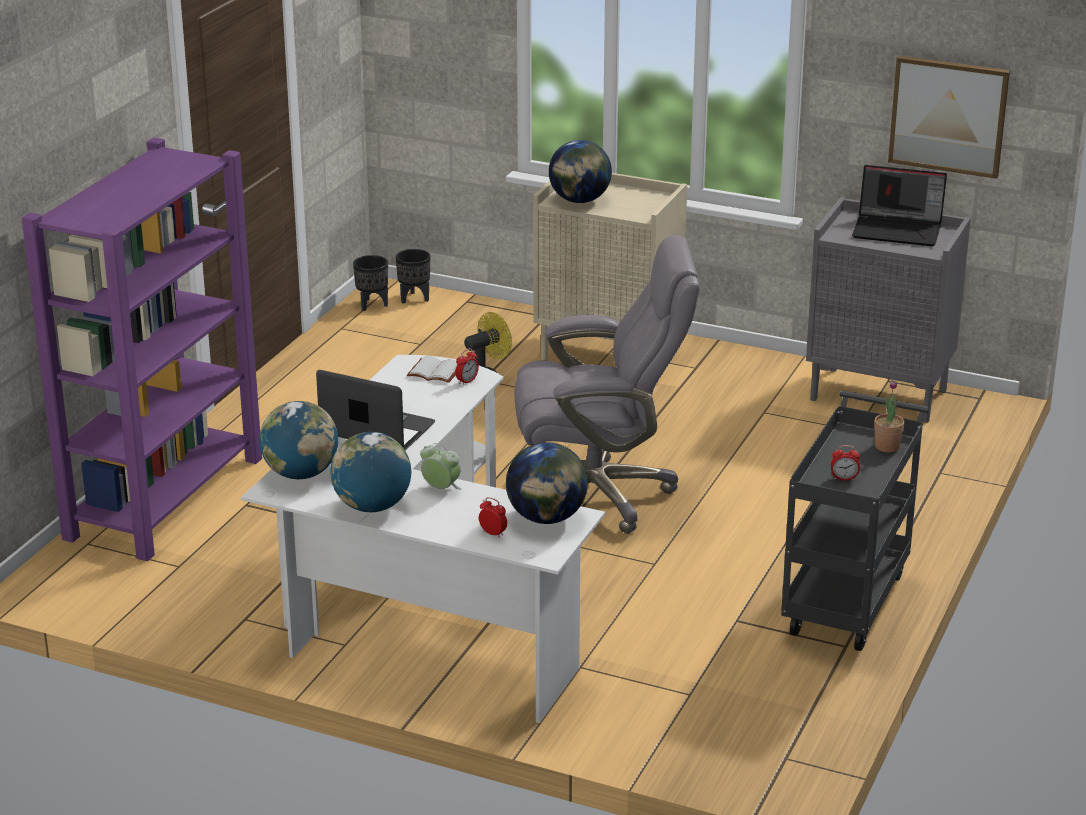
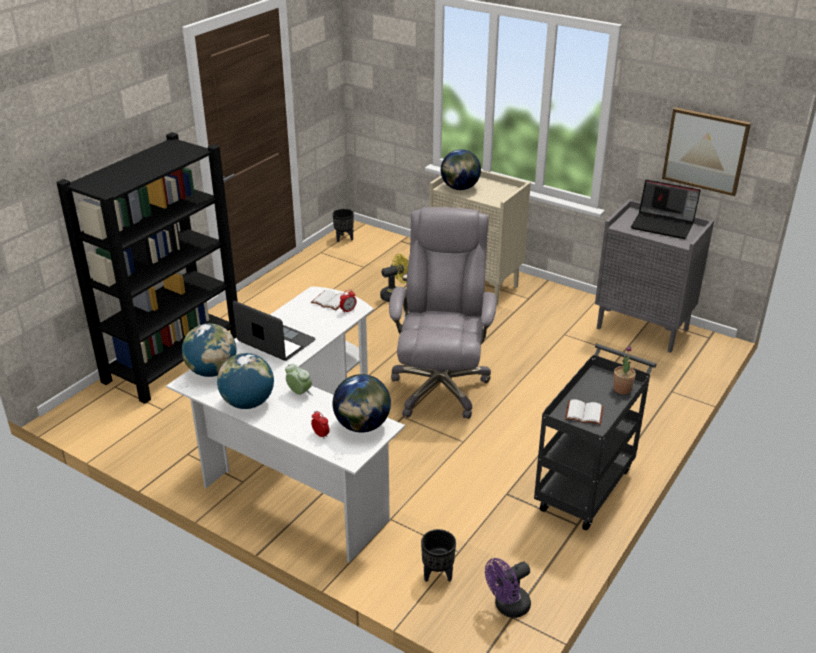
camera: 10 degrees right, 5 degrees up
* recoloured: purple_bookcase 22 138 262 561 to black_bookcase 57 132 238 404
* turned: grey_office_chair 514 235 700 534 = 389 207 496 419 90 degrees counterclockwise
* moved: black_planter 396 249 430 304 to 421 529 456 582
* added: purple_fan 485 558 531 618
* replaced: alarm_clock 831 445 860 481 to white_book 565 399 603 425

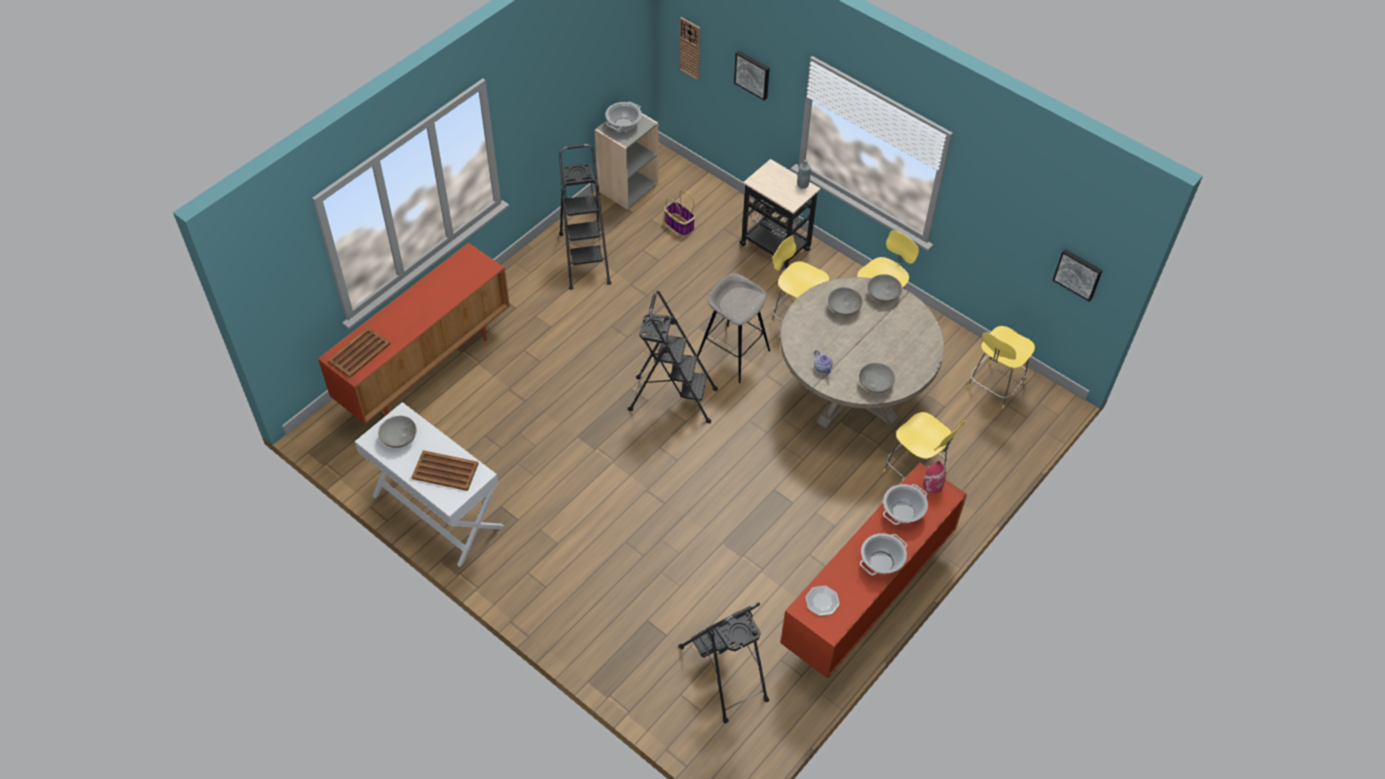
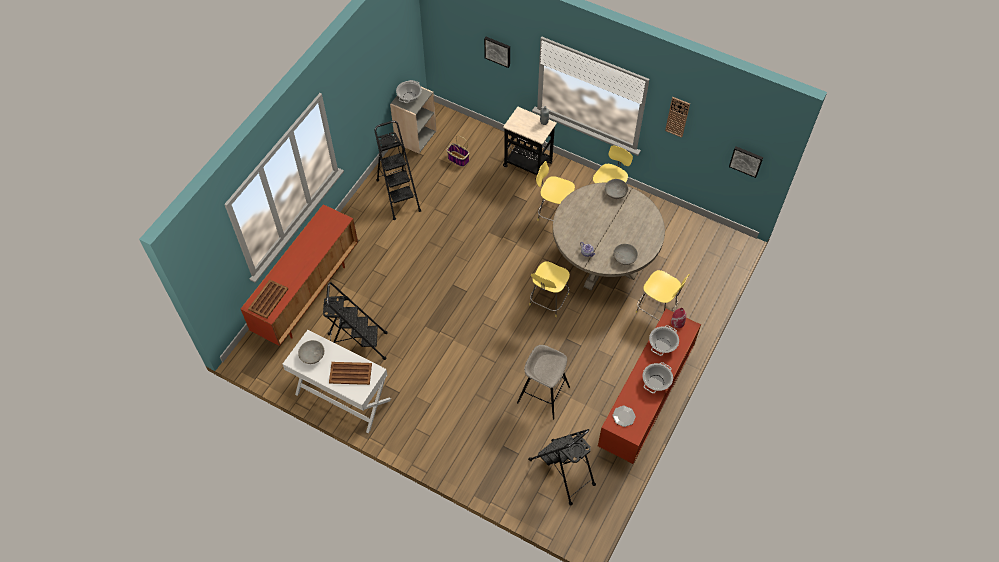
camera: 10 degrees left, 5 degrees up
* moved: step_ladder 628 291 718 424 to 323 282 388 360
* moved: grey_stool 697 273 770 383 to 517 345 570 420
* moved: yellow_stool 967 326 1035 409 to 529 262 570 317
* moved: wall_clock 679 17 700 80 to 665 97 690 138
* removed: grey_bowl 828 287 863 316

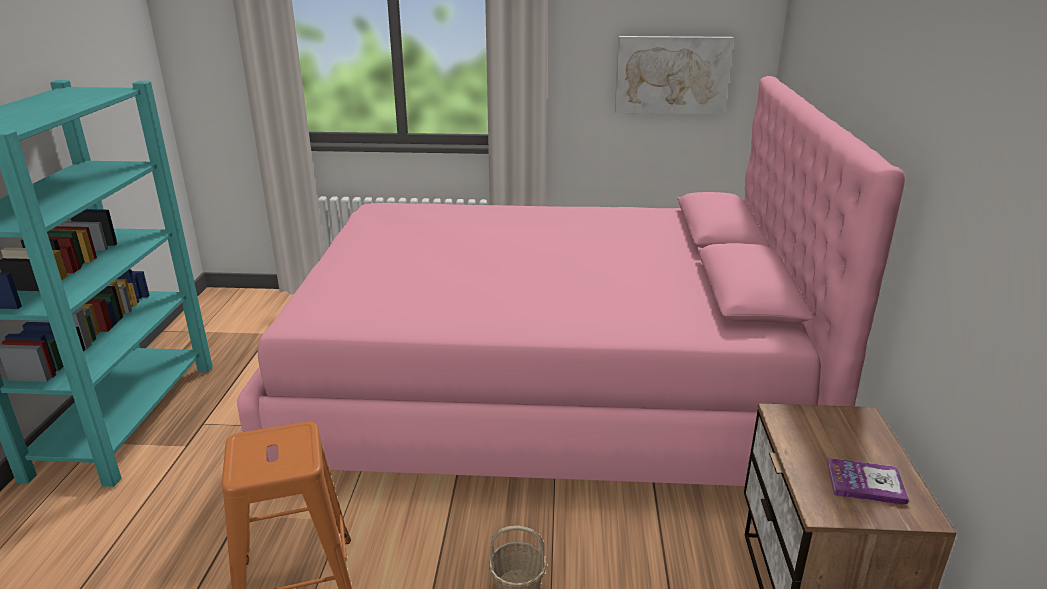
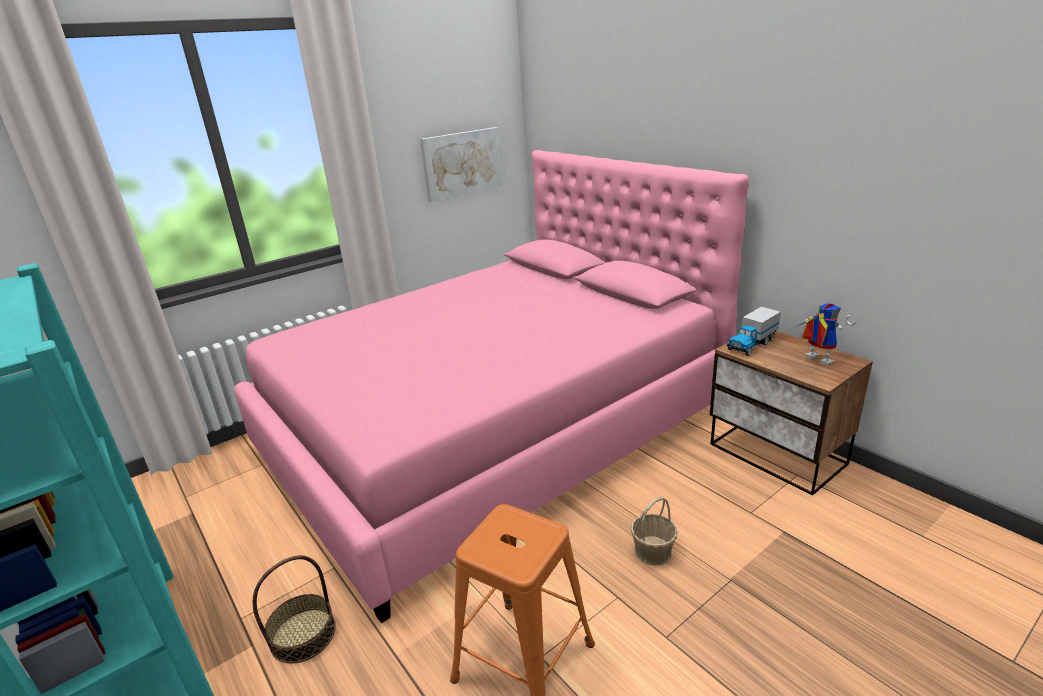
camera: 40 degrees left, 0 degrees up
* added: basket 253 555 336 664
* added: toy_truck 727 307 781 356
* replaced: book 827 458 909 505 to toy_robot 795 303 856 365

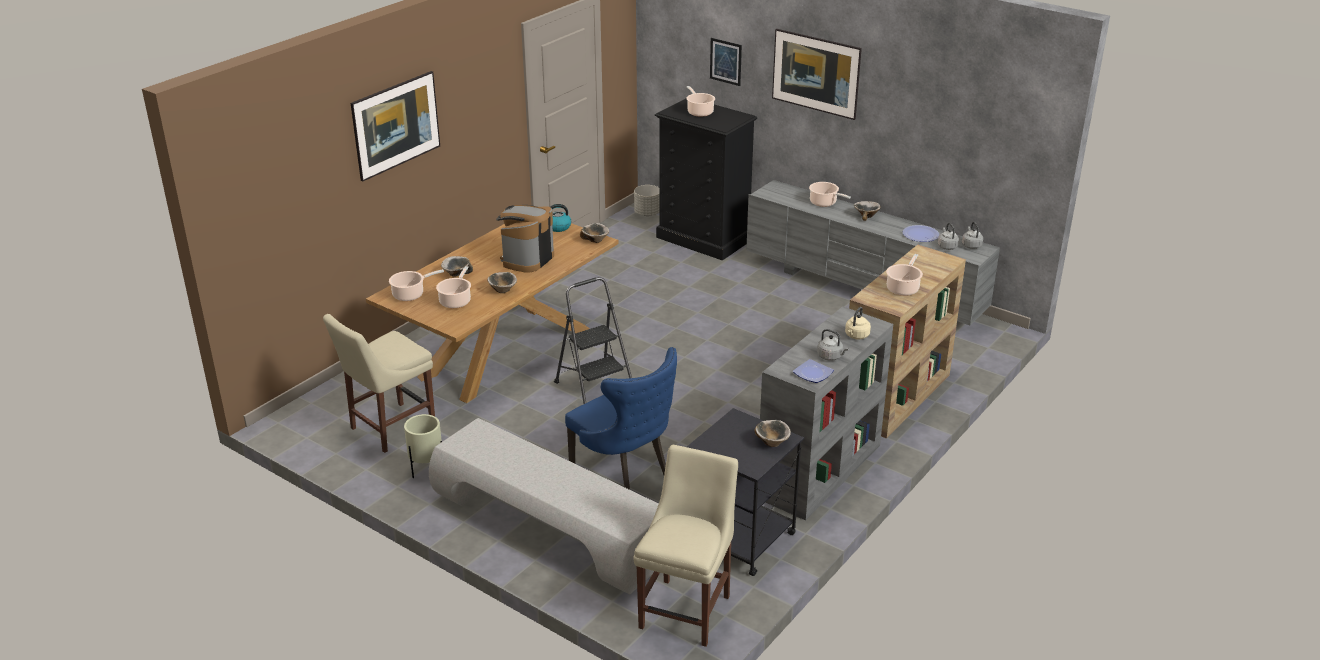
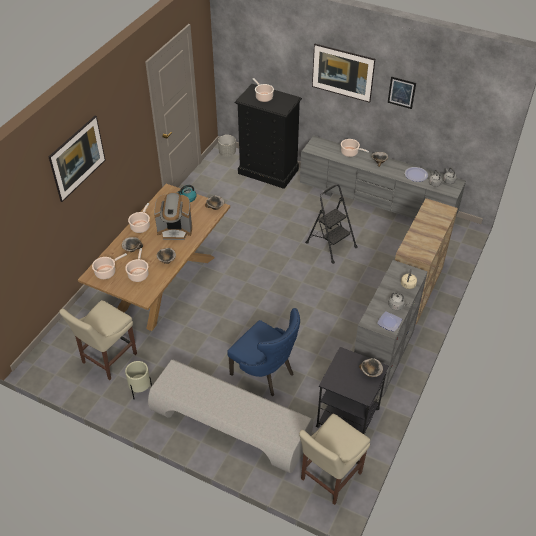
camera: 10 degrees left, 15 degrees up
* moved: cooking_pot 886 254 923 296 to 128 203 150 233
* turned: coffee_machine 496 205 554 272 = 154 192 192 240 105 degrees counterclockwise
* turned: beige_chair 633 445 738 647 = 299 414 370 505 150 degrees counterclockwise
* moved: black_step_ladder 554 277 632 404 to 305 184 358 264
* moved: picture 710 38 742 86 to 388 77 416 109

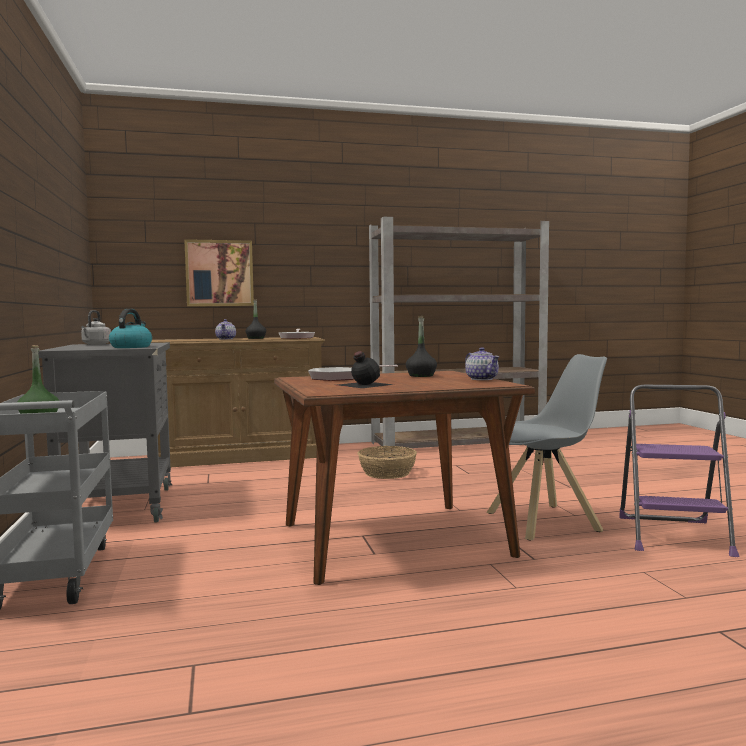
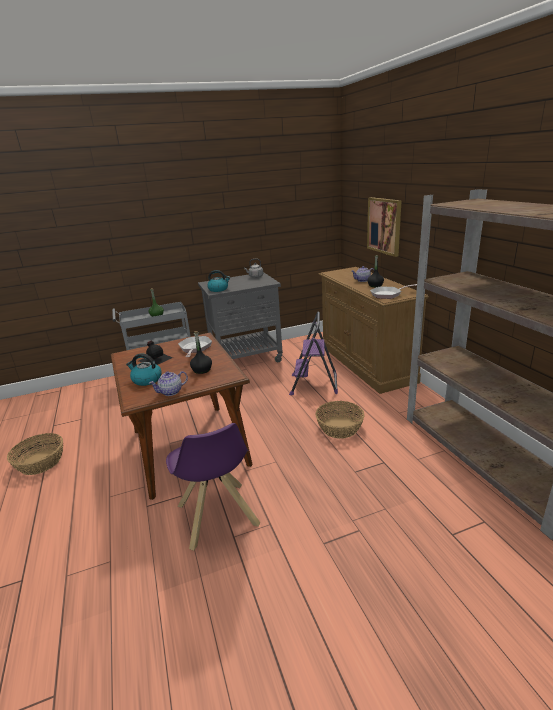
camera: 85 degrees right, 20 degrees up
* added: basket 7 433 63 475
* added: kettle 126 354 162 386
* recoloured: grey_chair 487 354 607 541 to purple_chair 166 423 260 551
* moved: purple_step_ladder 619 385 740 557 to 289 312 338 395

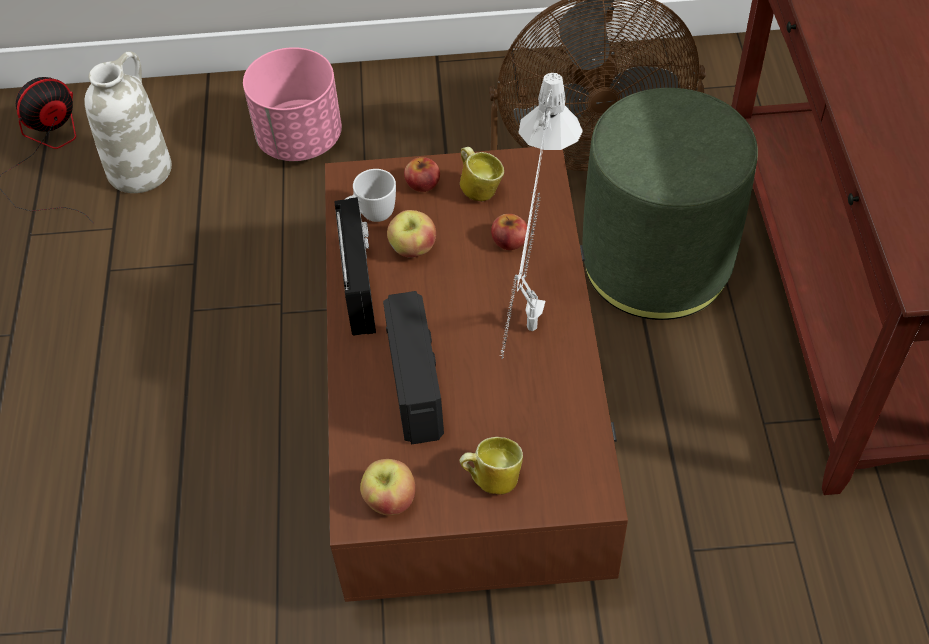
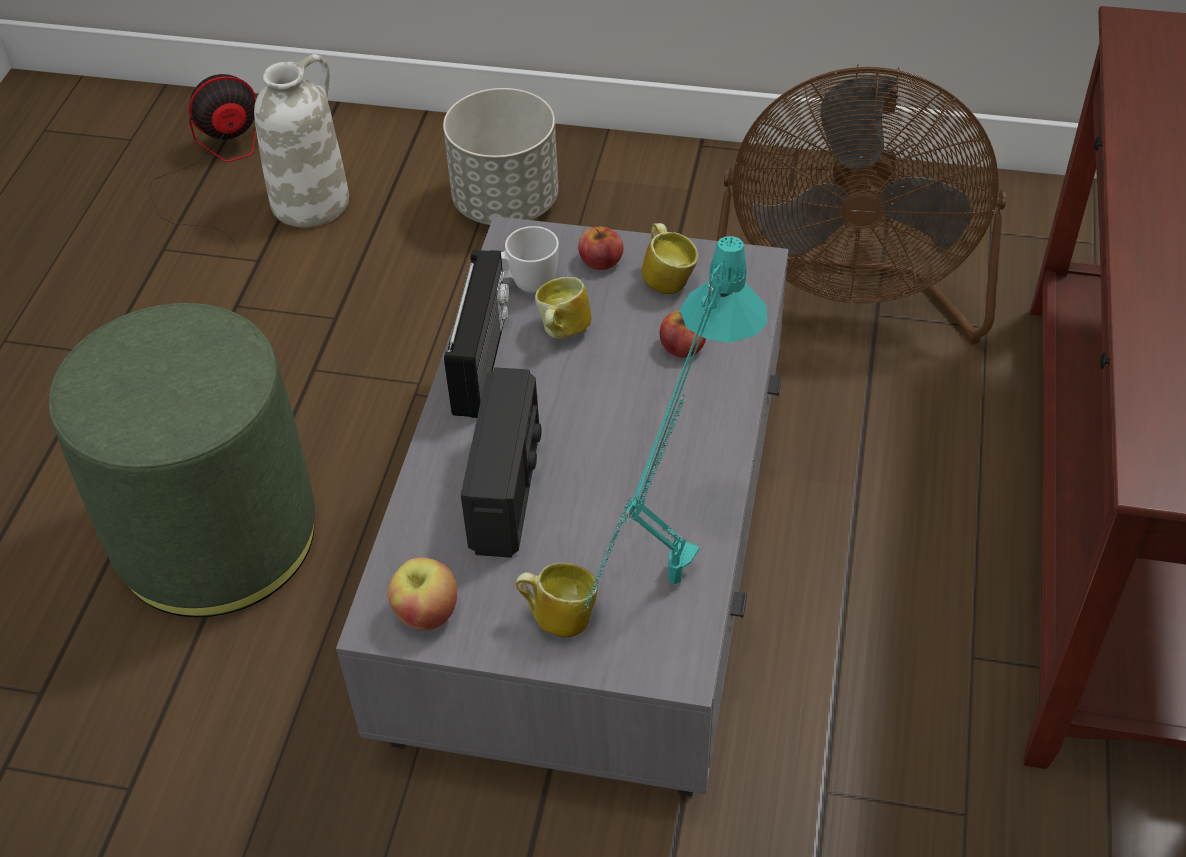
camera: 15 degrees right, 5 degrees down
* moved: green_ottoman 582 88 758 320 to 49 303 315 617
* recoloured: brown_coffee_table 325 147 628 602 to grey_coffee_table 336 216 789 796
* recoloured: pink_planter 243 47 342 161 to grey_planter 443 88 559 225
* replaced: apple 387 210 436 258 to mug 535 277 591 339
* added: turquoise_table_lamp 584 236 767 610
* removed: grey_table_lamp 500 73 583 358

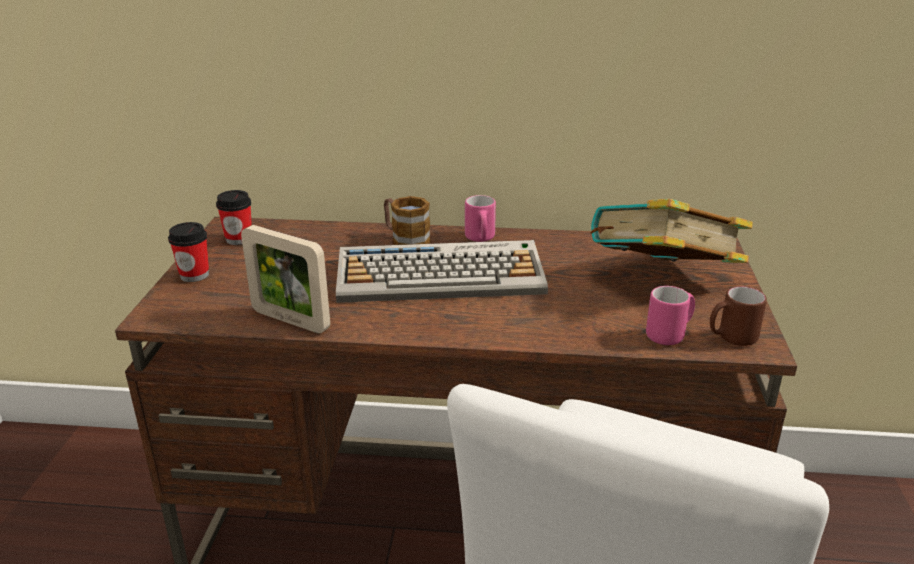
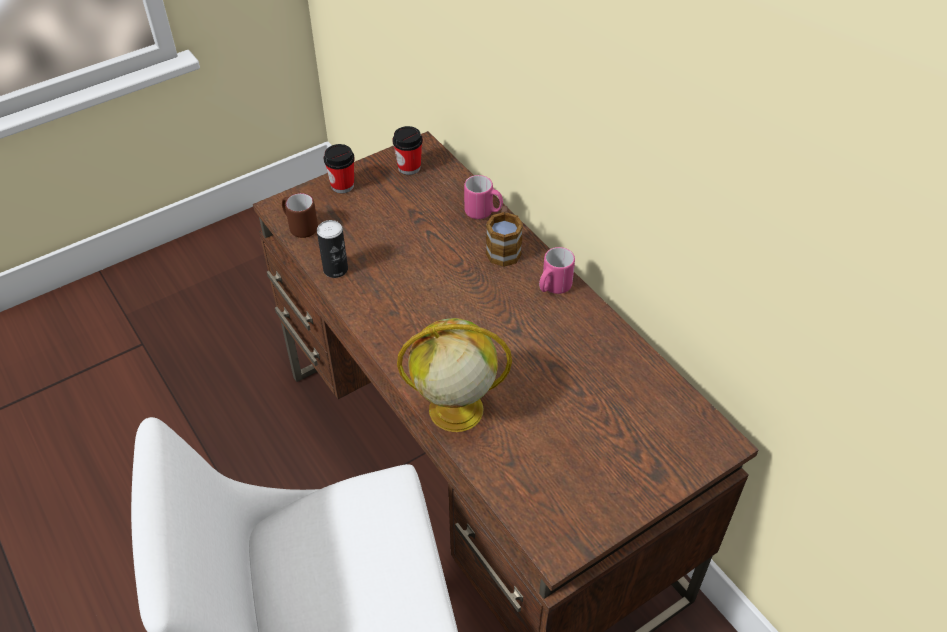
camera: 50 degrees right, 20 degrees up
* moved: brown_mug 710 286 767 346 to 282 193 318 238
* replaced: picture_frame 241 225 330 334 to can 317 220 348 278
* added: globe 397 318 512 432
* moved: pink_mug 646 286 695 345 to 464 175 503 219
* removed: keyboard 336 240 548 303
* removed: book 590 199 753 263

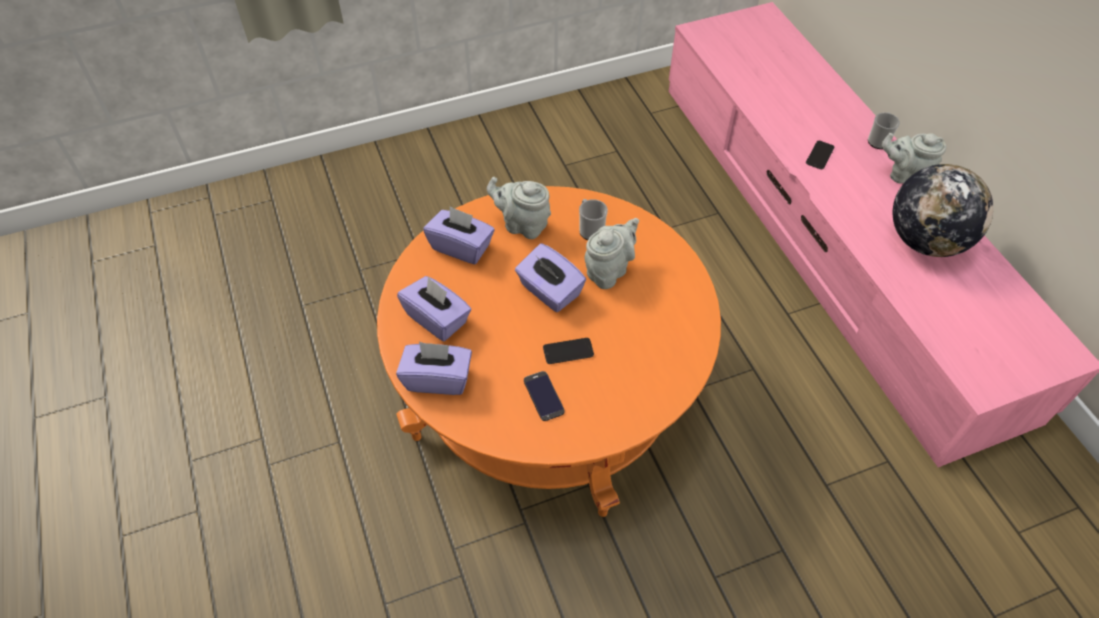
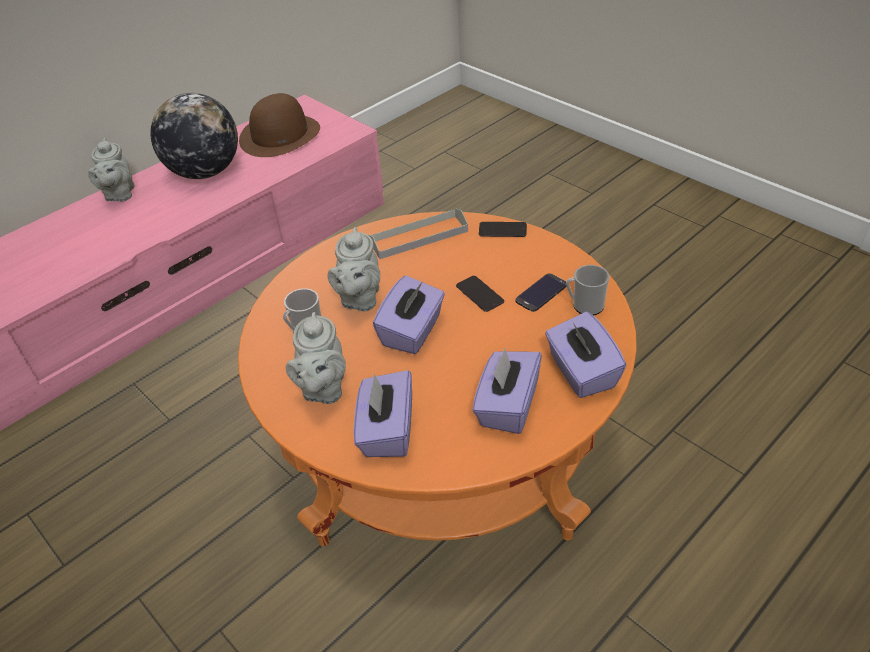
camera: 110 degrees left, 10 degrees down
* added: brown_hat 239 93 320 157
* turned: grey_teapot 585 218 639 289 = 327 227 380 311 105 degrees counterclockwise
* added: grey_tray 369 208 468 259
* moved: phone 806 141 835 169 to 479 222 527 237
* moved: mug 868 112 900 149 to 566 265 610 316

